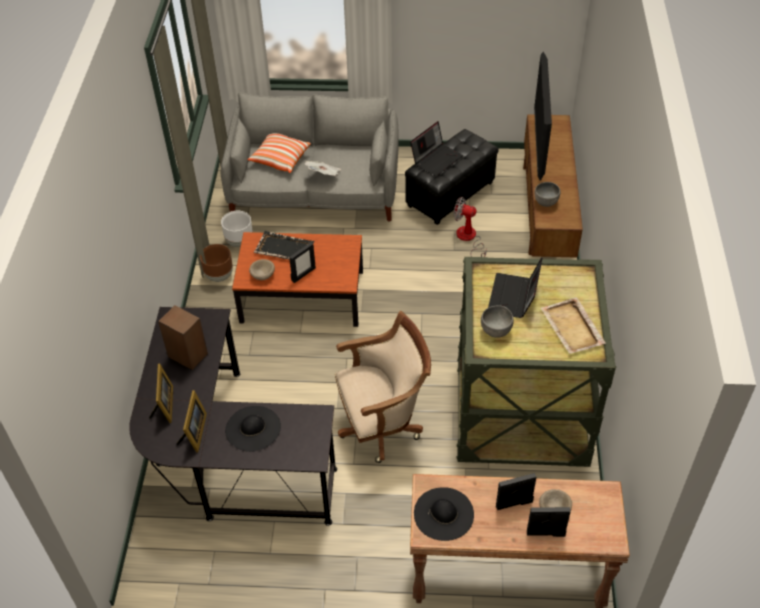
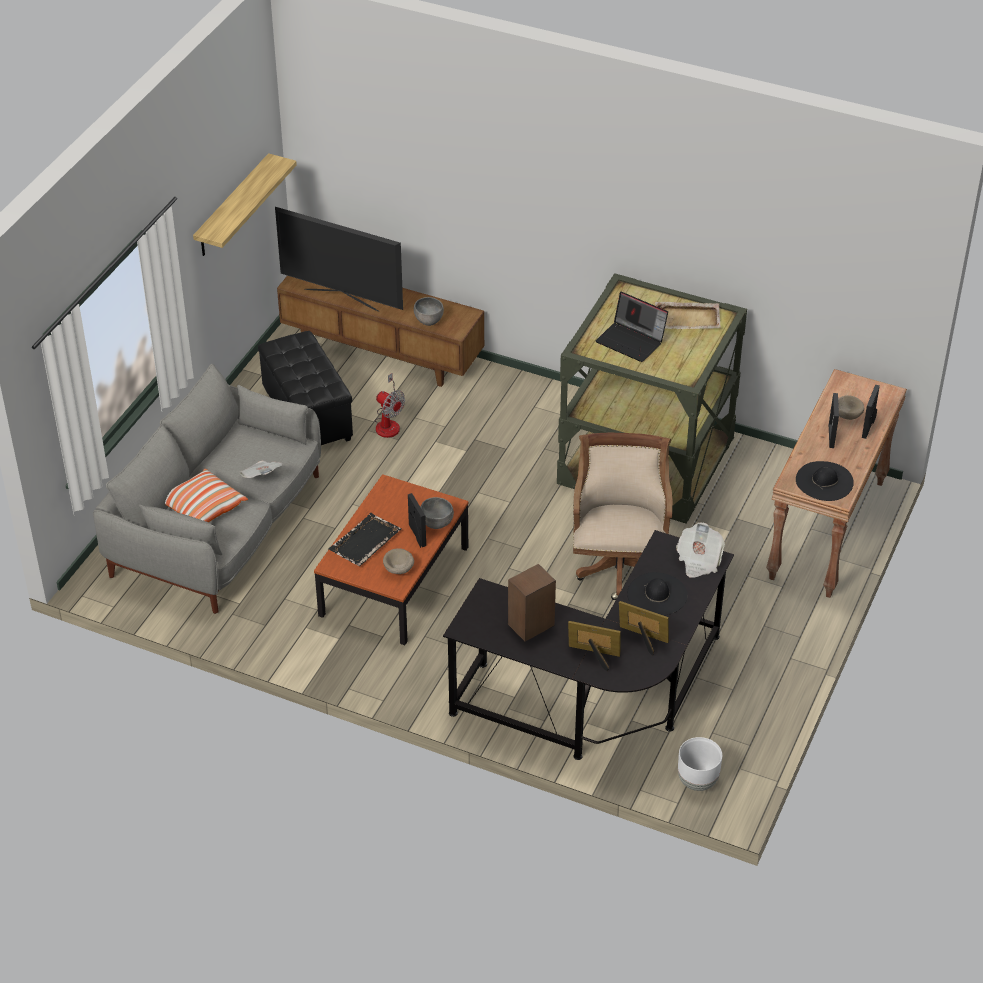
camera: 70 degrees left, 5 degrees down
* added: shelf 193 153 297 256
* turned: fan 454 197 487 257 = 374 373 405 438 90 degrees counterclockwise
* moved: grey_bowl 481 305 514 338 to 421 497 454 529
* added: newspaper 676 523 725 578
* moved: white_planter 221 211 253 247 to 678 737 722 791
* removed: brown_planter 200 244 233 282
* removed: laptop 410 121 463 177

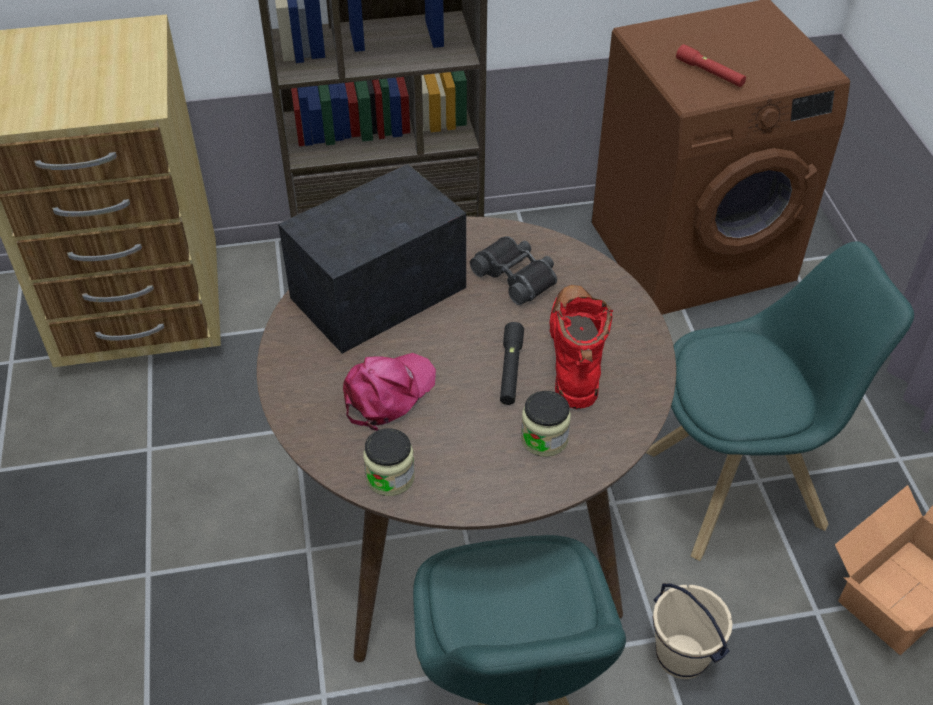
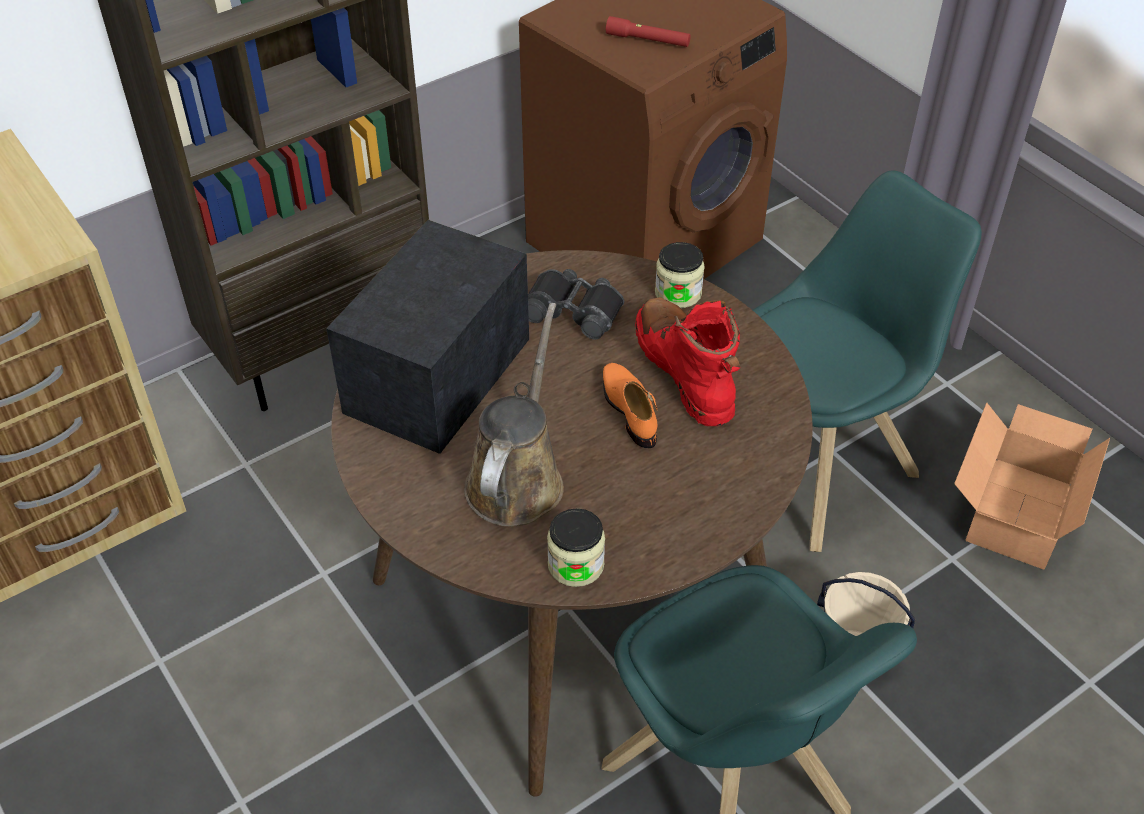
camera: 25 degrees left, 0 degrees up
* replaced: pink_cap 343 353 436 431 to brown_watering_can 464 303 564 527
* replaced: black_flashlight 500 322 524 405 to orange_shoe 603 363 657 448
* moved: jar 521 391 571 457 to 655 242 705 308

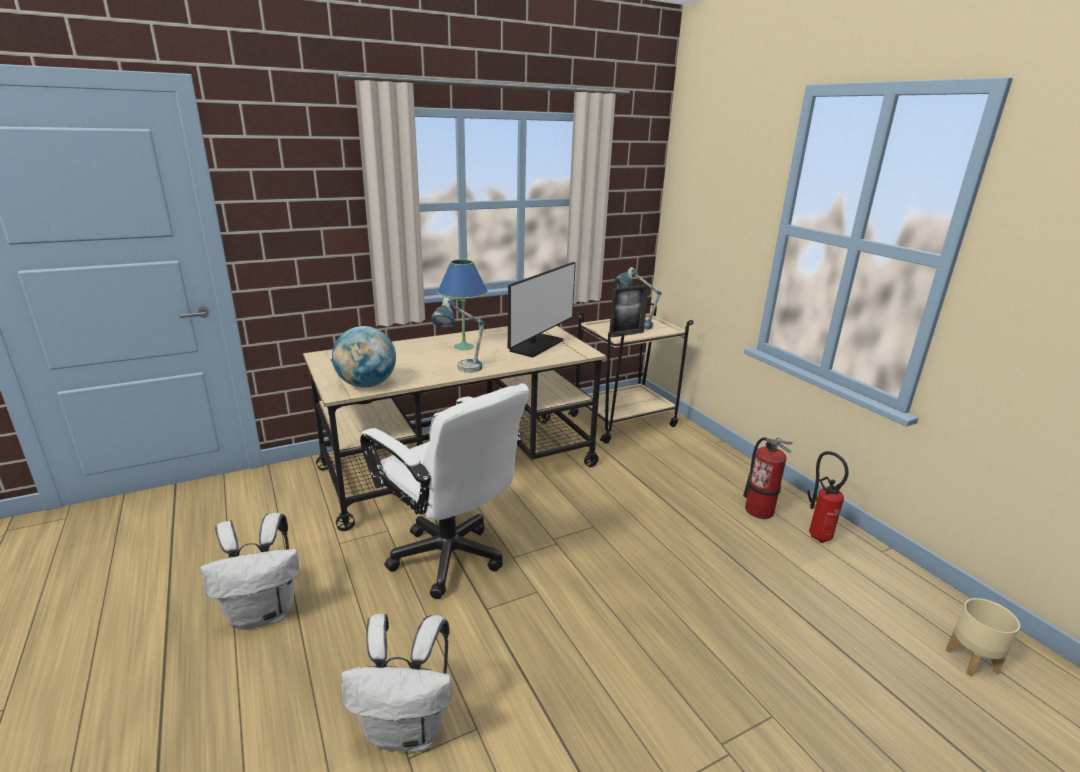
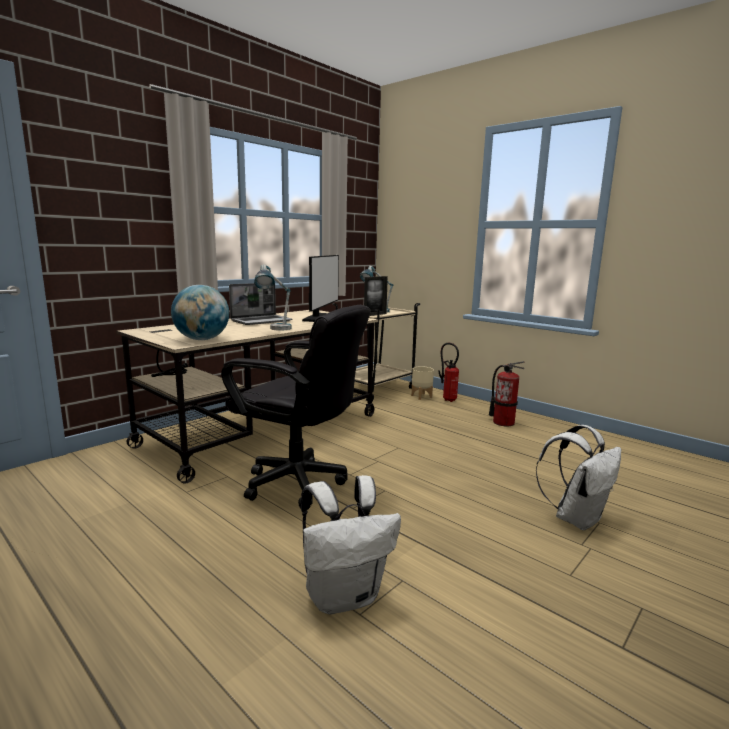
camera: 20 degrees left, 10 degrees down
* recoloured: white_office_chair 360 383 529 599 to black_office_chair 221 305 371 508
* replaced: blue_table_lamp 437 259 488 350 to laptop 229 283 293 325
* moved: beige_planter 946 598 1020 676 to 411 366 434 400
* moved: fire_extinguisher 807 451 849 543 to 438 343 459 402
* moved: white_backpack 201 513 299 630 to 536 425 621 530

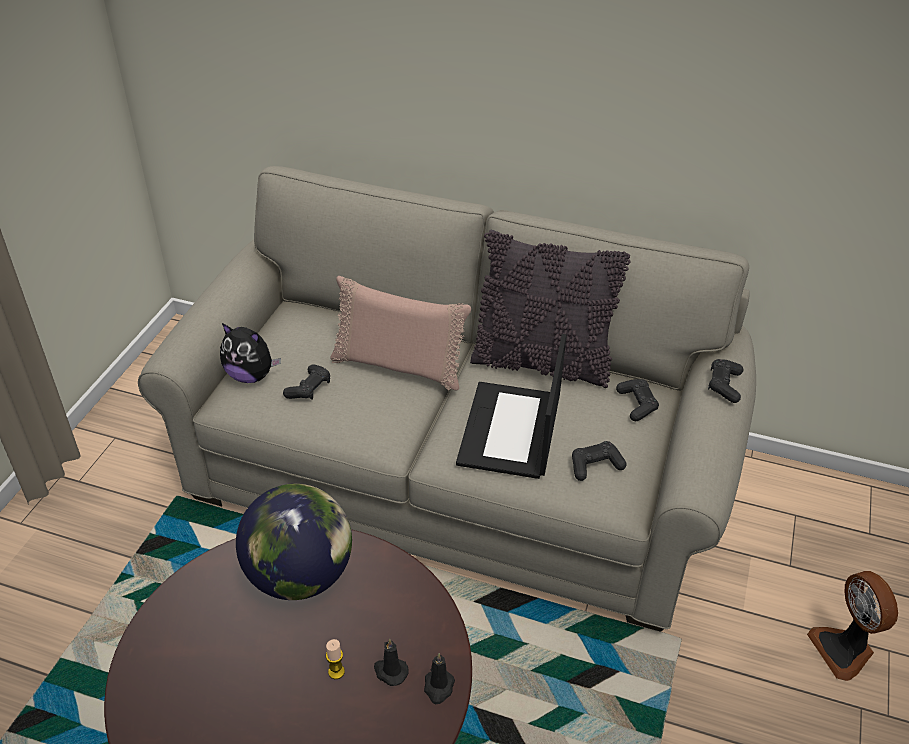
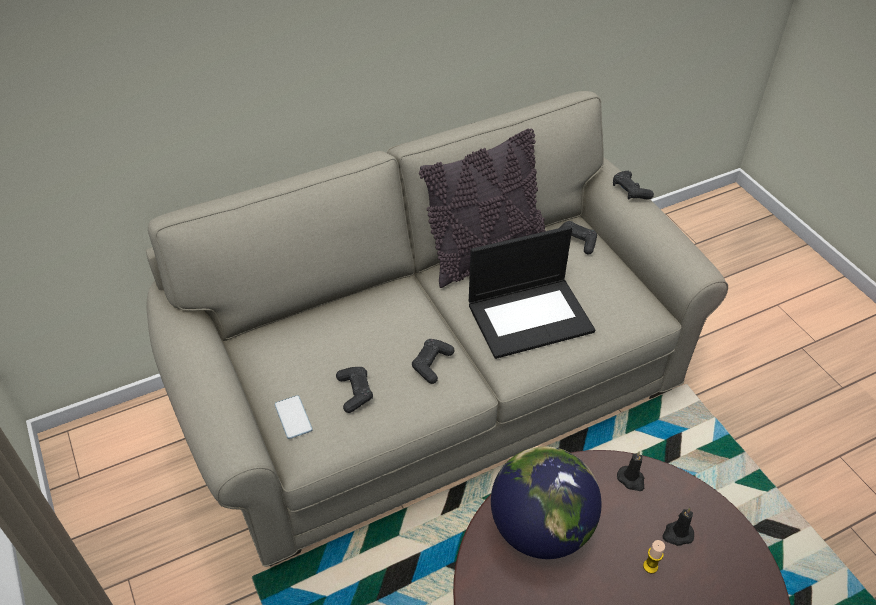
camera: 45 degrees left, 5 degrees up
* replaced: plush_toy 220 323 281 383 to phone 275 395 313 439
* moved: black_game_controller 572 441 627 481 to 412 339 454 384
* turned: laptop 456 334 567 479 = 469 226 595 359 75 degrees counterclockwise
* moved: black_candle 424 653 455 704 to 617 451 644 491
* removed: beige_pillow 330 276 471 391
* removed: fan 807 571 898 681

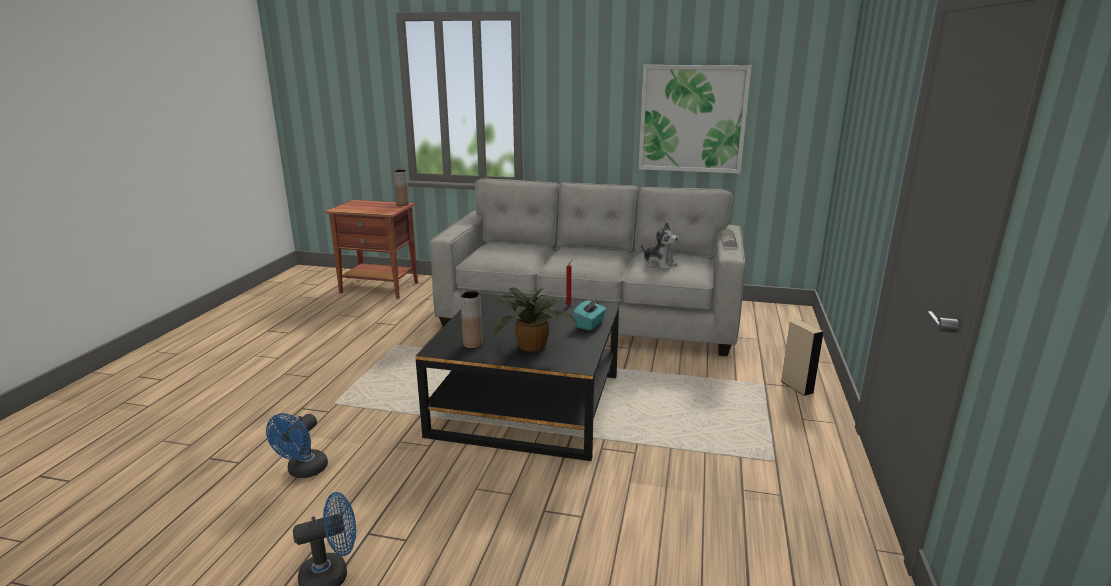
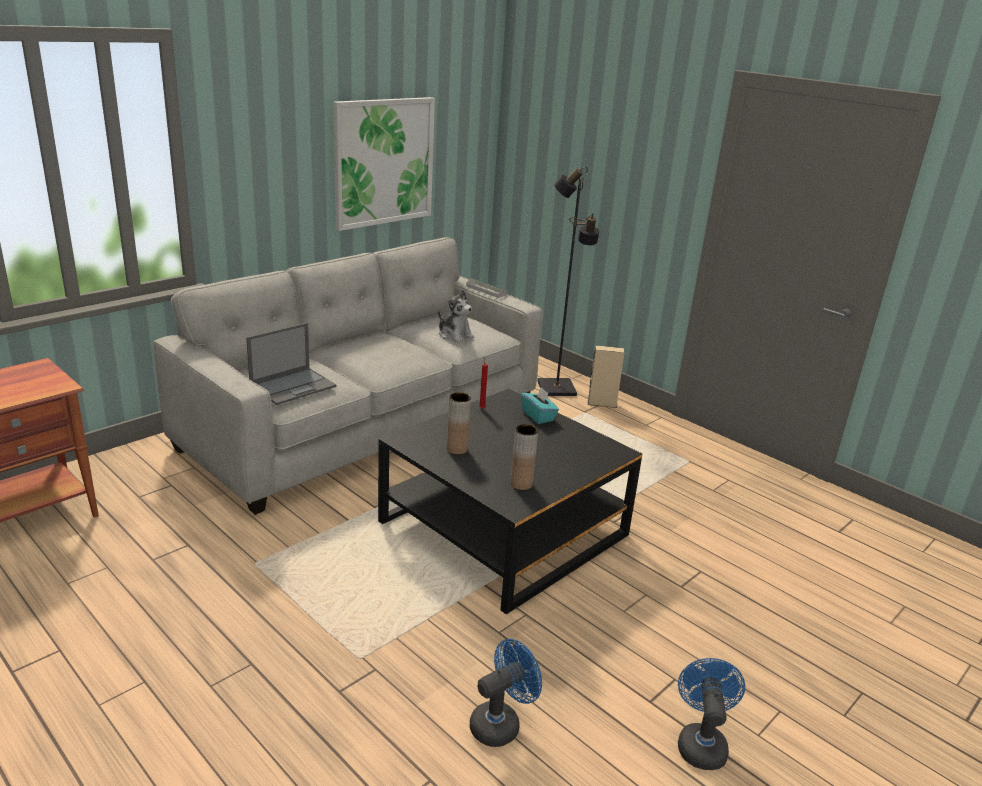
camera: 60 degrees left, 5 degrees up
* added: laptop 246 323 336 405
* turned: plush_toy 641 223 678 270 = 438 290 474 343 60 degrees clockwise
* moved: brown_vase 394 170 409 206 to 447 392 471 455
* turned: blue_fan 266 413 328 478 = 470 639 542 747 90 degrees counterclockwise
* added: black_floor_lamp 537 167 599 396
* removed: potted_plant 491 287 578 352

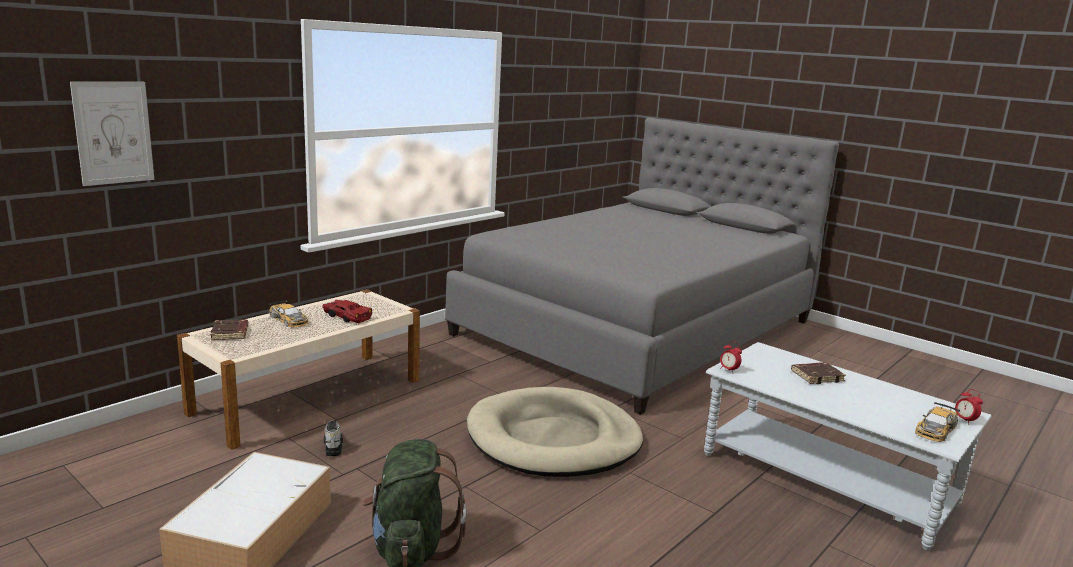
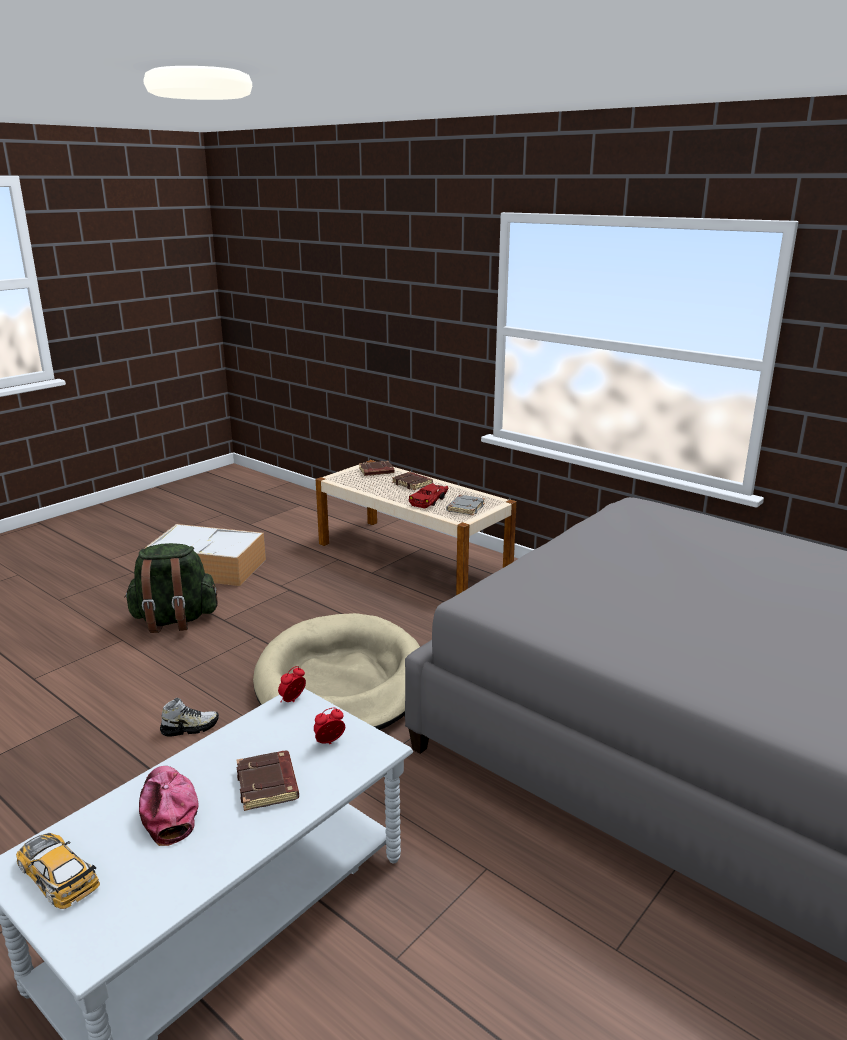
camera: 90 degrees right, 5 degrees up
* added: cap 139 766 199 846
* moved: shoe 324 420 343 456 to 160 698 219 736
* moved: alarm_clock 955 389 983 425 to 314 708 345 744
* replaced: toy_car 269 300 309 327 to brown_book 392 472 433 490
* added: grey_book 446 495 485 515
* removed: picture 70 82 154 186

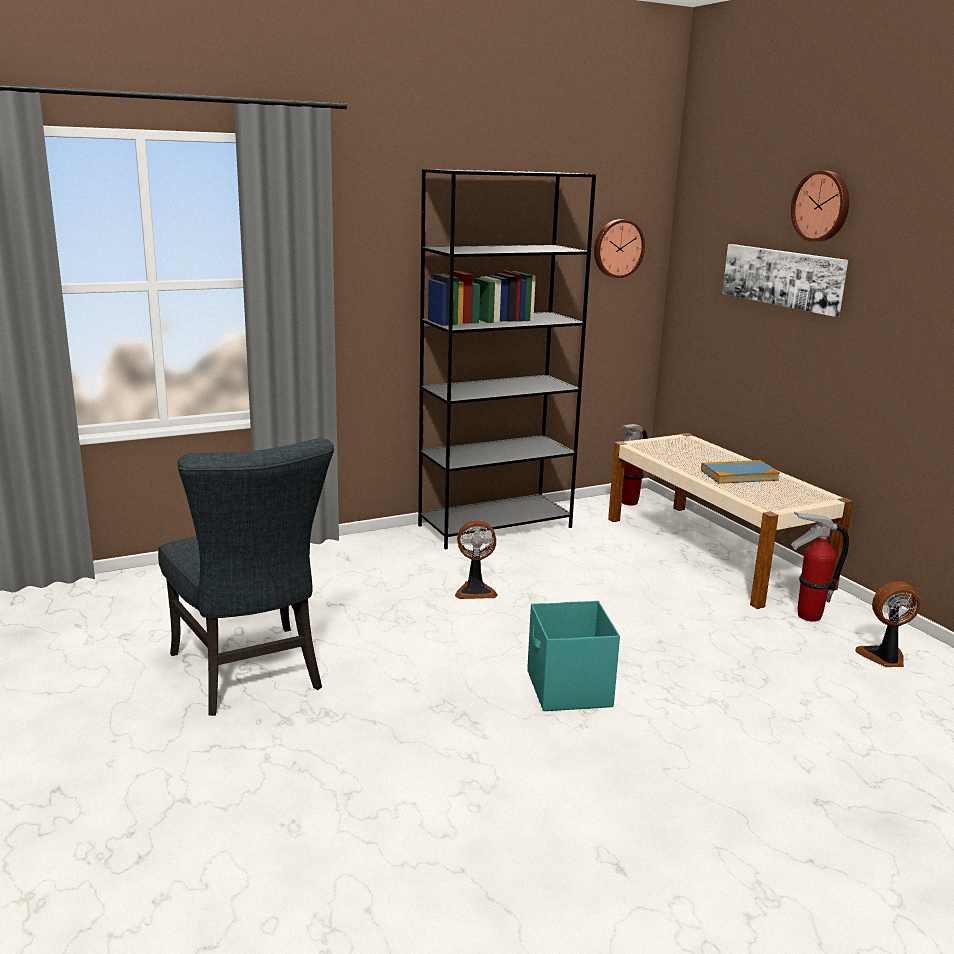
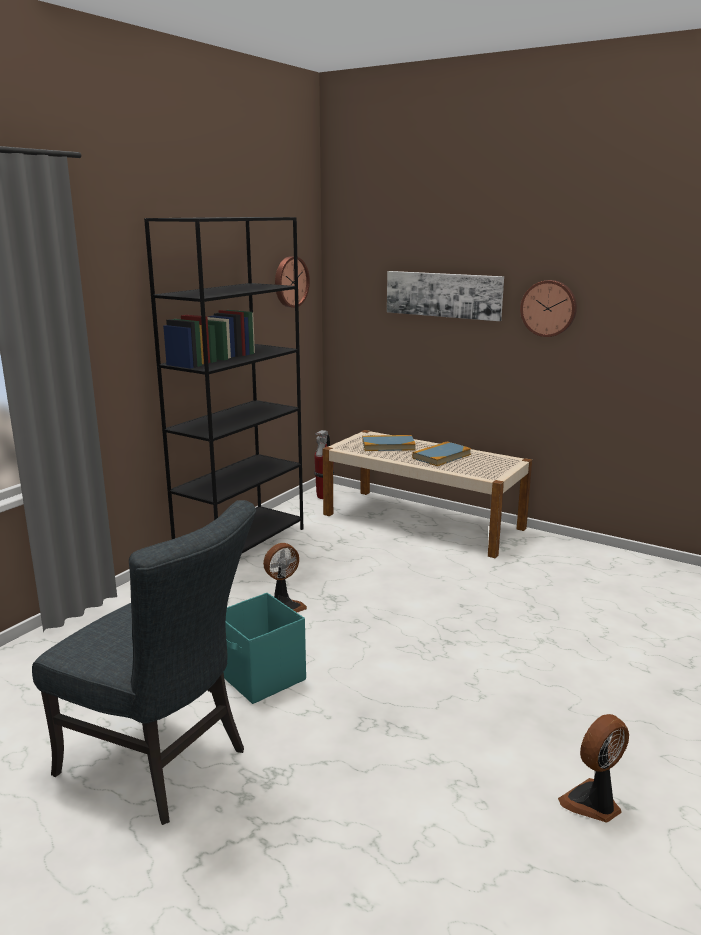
camera: 30 degrees left, 0 degrees up
* moved: turquoise_storage_box 527 601 620 711 to 224 593 306 704
* added: book 362 435 416 451
* moved: wall_clock 791 171 849 242 to 520 280 577 337
* moved: fan 855 581 921 667 to 558 714 629 822
* removed: fire_extinguisher 791 512 849 622

